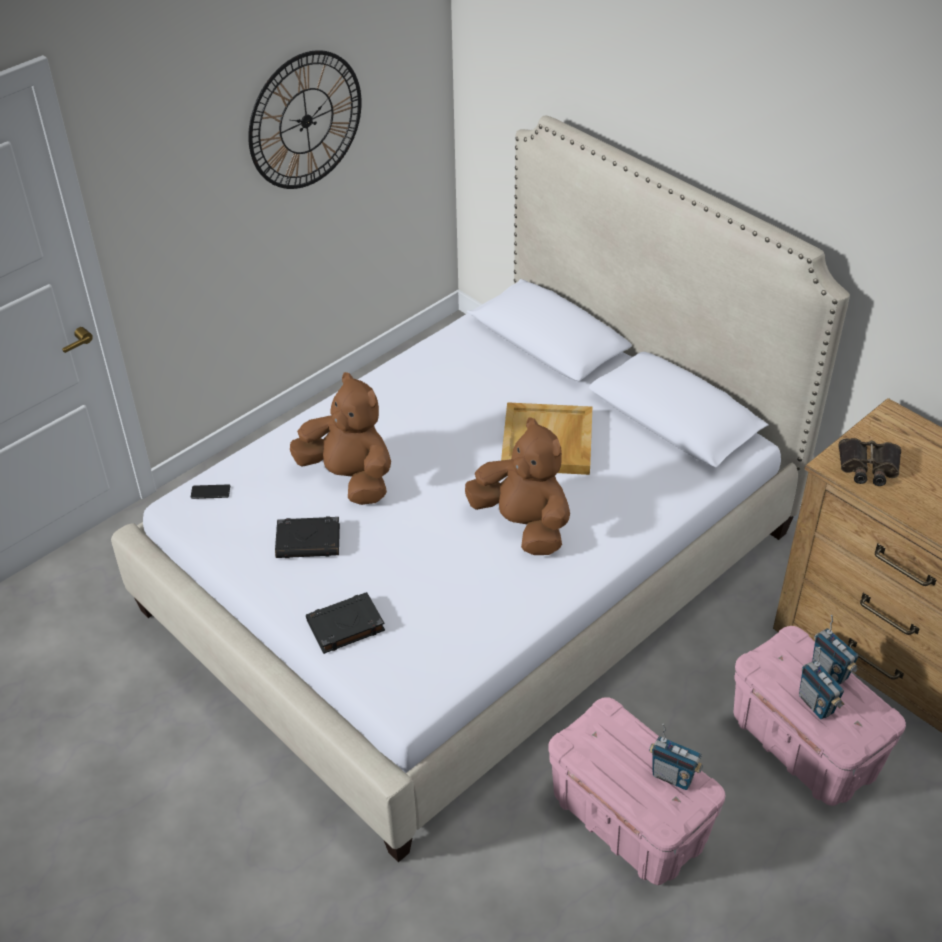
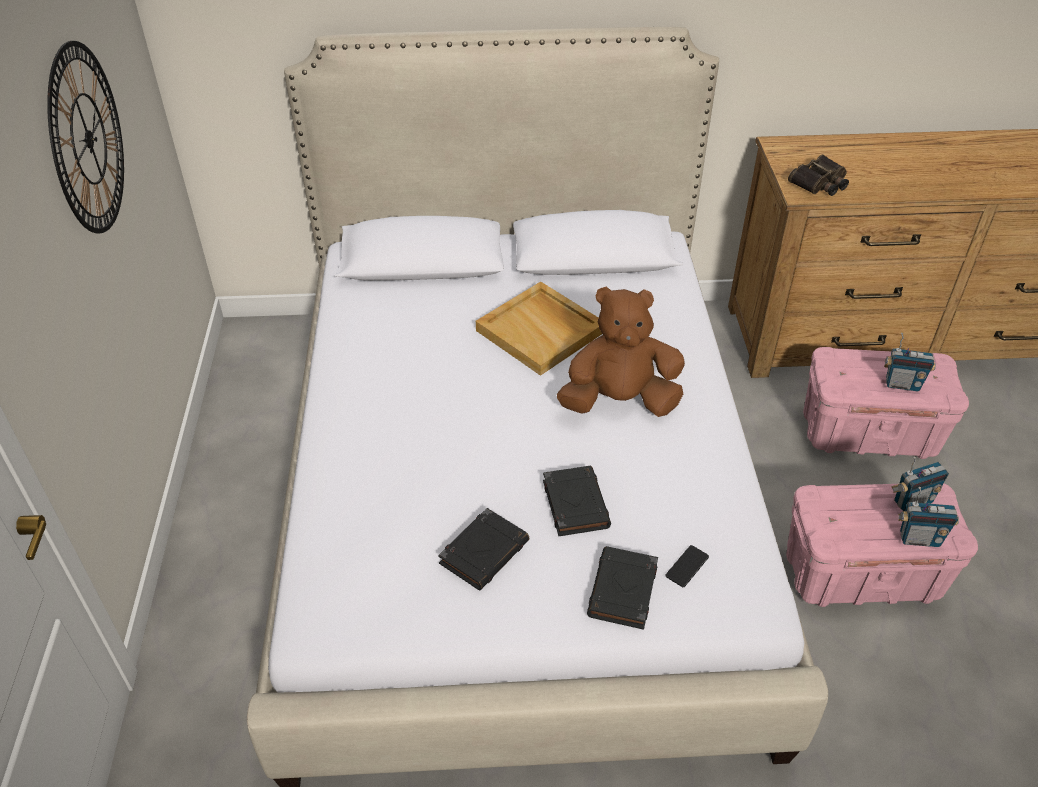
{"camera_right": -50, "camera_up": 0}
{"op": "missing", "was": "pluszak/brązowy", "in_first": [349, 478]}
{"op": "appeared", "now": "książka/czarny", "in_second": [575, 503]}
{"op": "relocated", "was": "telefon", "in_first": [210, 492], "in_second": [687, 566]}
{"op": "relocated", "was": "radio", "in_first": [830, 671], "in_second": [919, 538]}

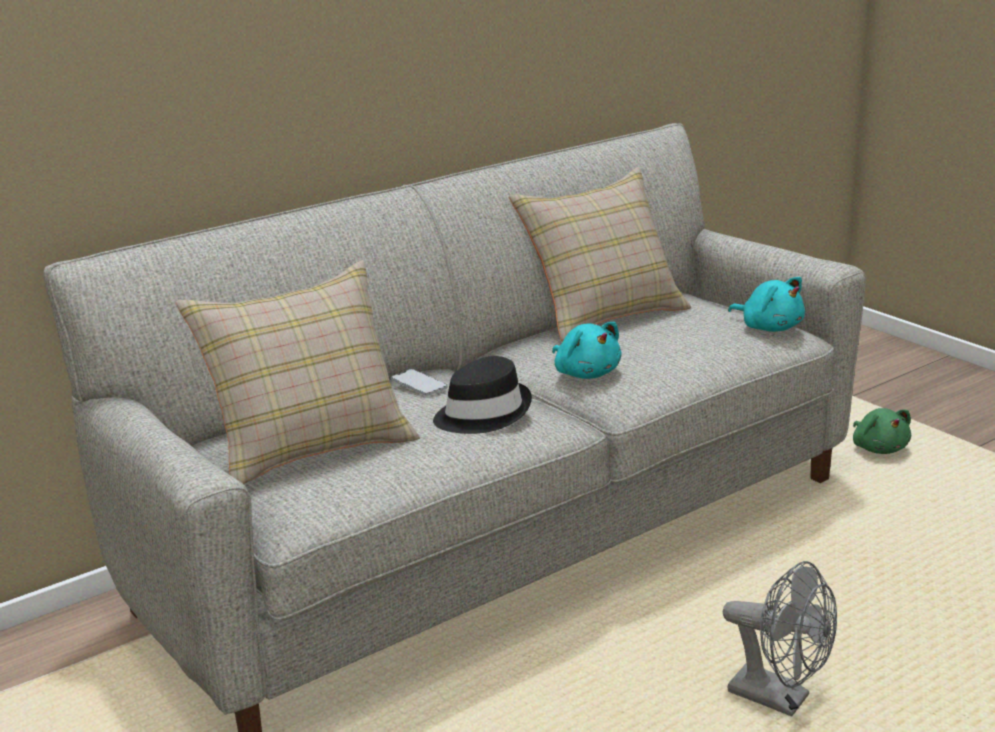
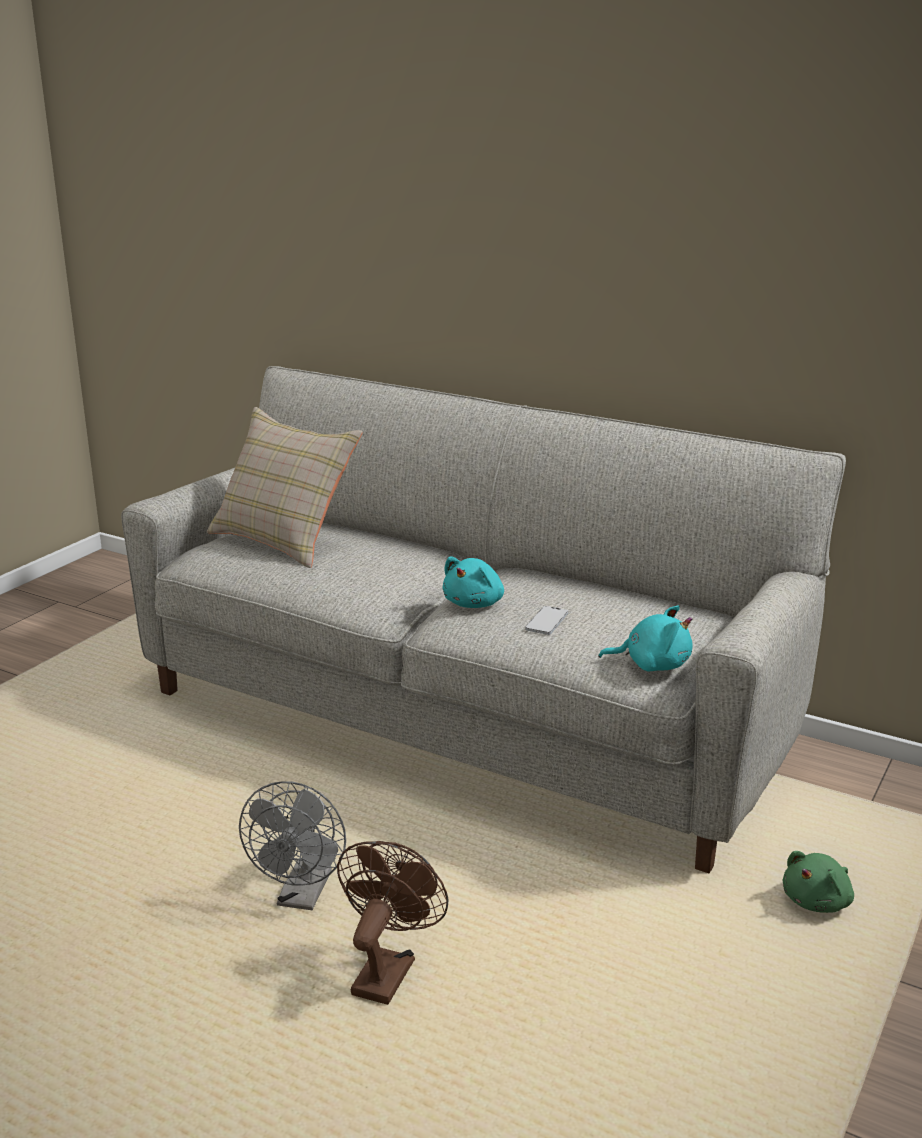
{"camera_right": 65, "camera_up": 0}
{"op": "missing", "was": "kapelusz/czarny", "in_first": [482, 413]}
{"op": "missing", "was": "poduszka/beżowy", "in_first": [603, 314]}
{"op": "appeared", "now": "wentylator/brązowy", "in_second": [387, 969]}
{"op": "relocated", "was": "telefon", "in_first": [419, 384], "in_second": [547, 621]}
{"op": "spun", "was": "pluszak/turkusowy", "in_first": [769, 327], "in_second": [652, 664], "clockwise": -105}

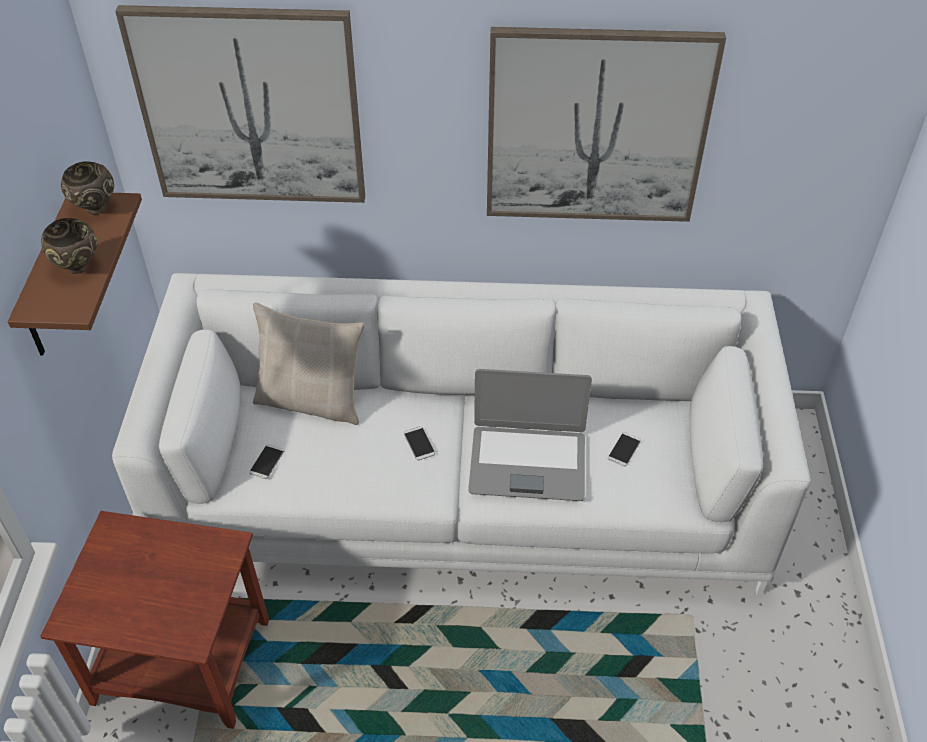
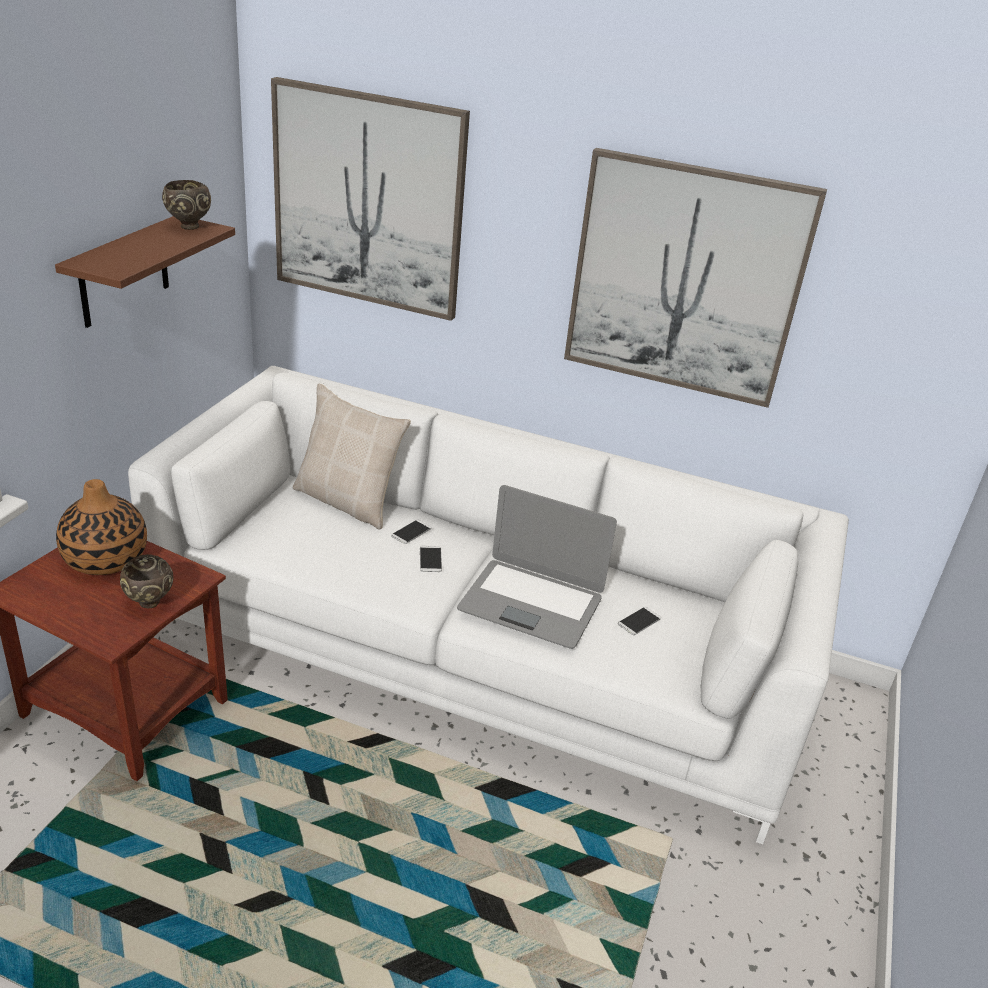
{"camera_right": 15, "camera_up": -15}
{"op": "appeared", "now": "wazon", "in_second": [106, 559]}
{"op": "relocated", "was": "miska/brązowy", "in_first": [78, 268], "in_second": [150, 603]}
{"op": "relocated", "was": "telefon", "in_first": [267, 462], "in_second": [411, 532]}

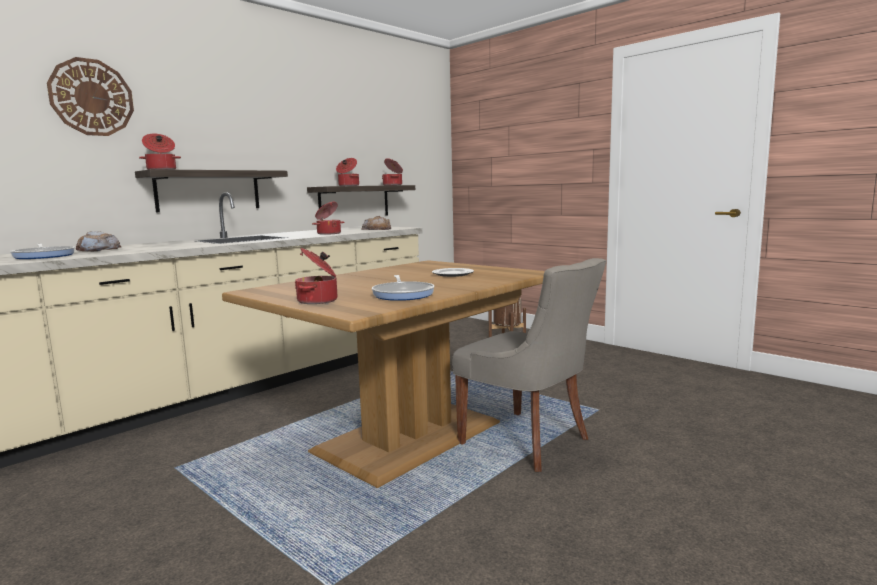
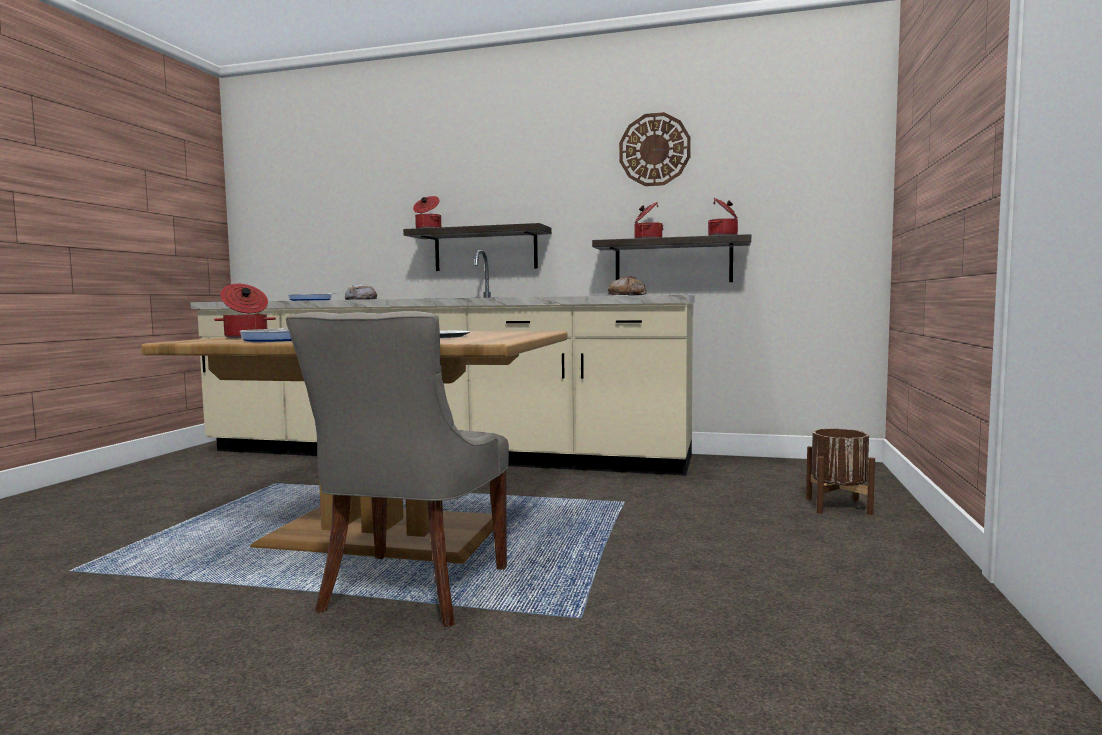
{"camera_right": 60, "camera_up": -5}
{"op": "missing", "was": "garnek", "in_first": [328, 233]}
{"op": "relocated", "was": "zegar ścienny", "in_first": [92, 97], "in_second": [654, 150]}

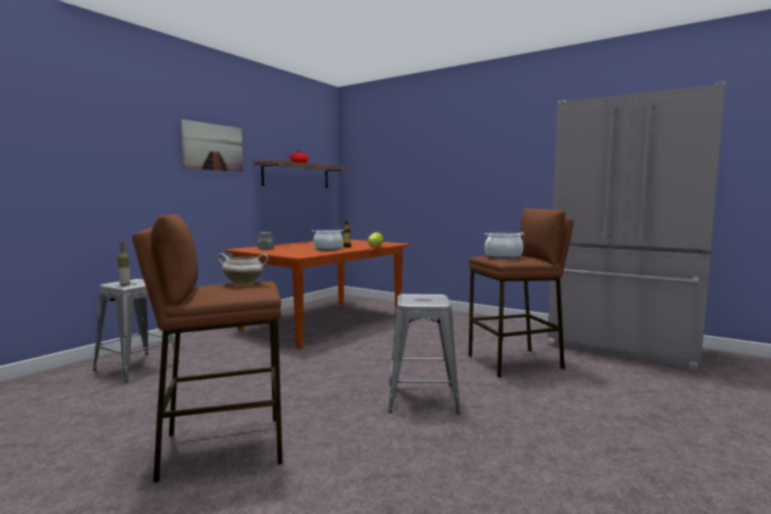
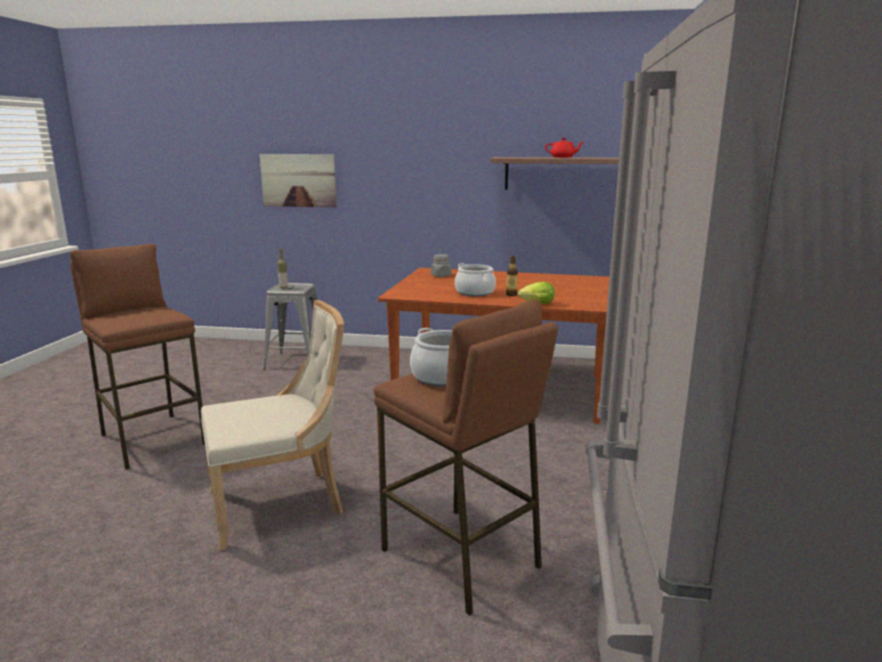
{"camera_right": 65, "camera_up": 10}
{"op": "missing", "was": "garnek/biały", "in_first": [244, 283]}
{"op": "relocated", "was": "obraz", "in_first": [213, 147], "in_second": [298, 180]}
{"op": "exchanged", "was": "stołek/szary", "now": "krzesło/beżowy", "in_first": [422, 398], "in_second": [281, 504]}

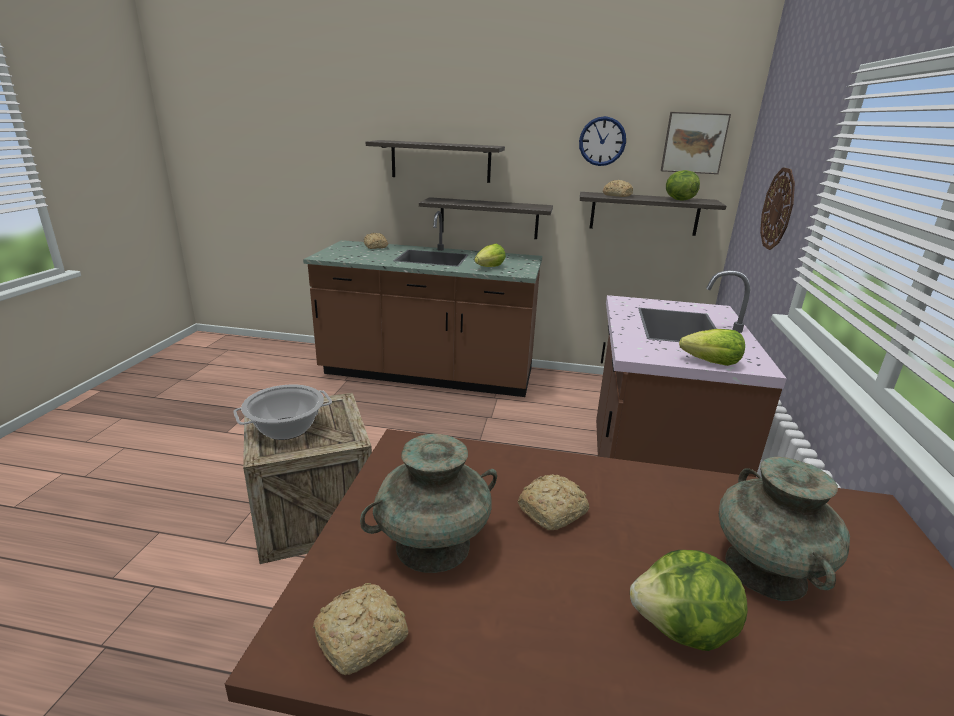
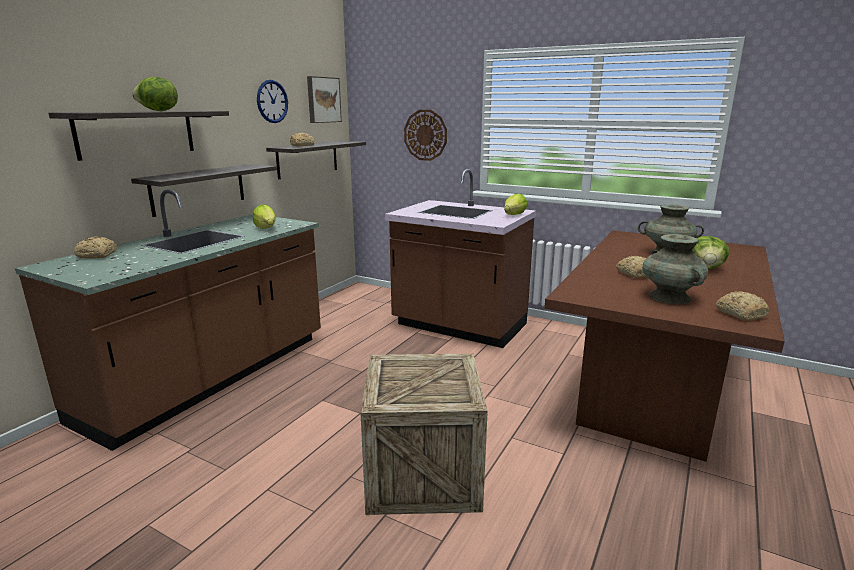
{"camera_right": -70, "camera_up": -5}
{"op": "missing", "was": "garnek", "in_first": [286, 429]}
{"op": "relocated", "was": "sałata", "in_first": [678, 200], "in_second": [158, 111]}

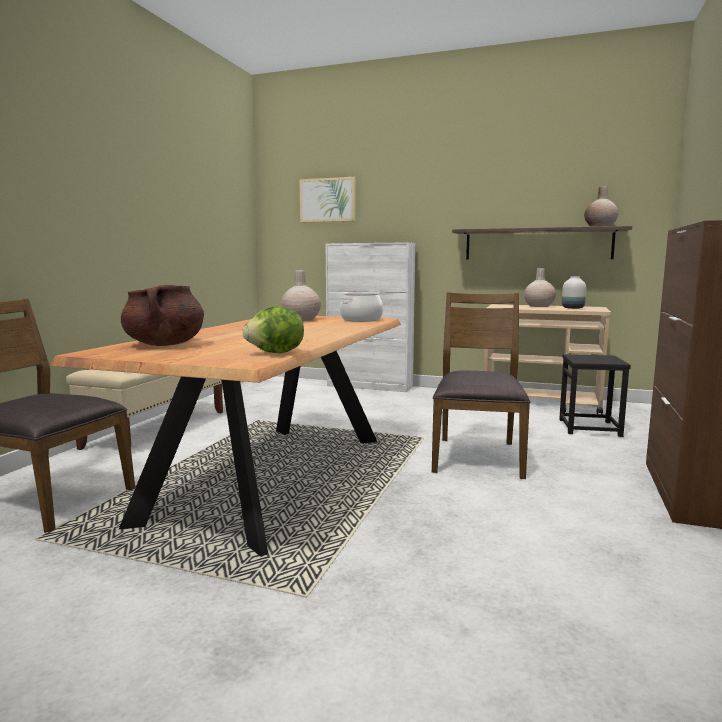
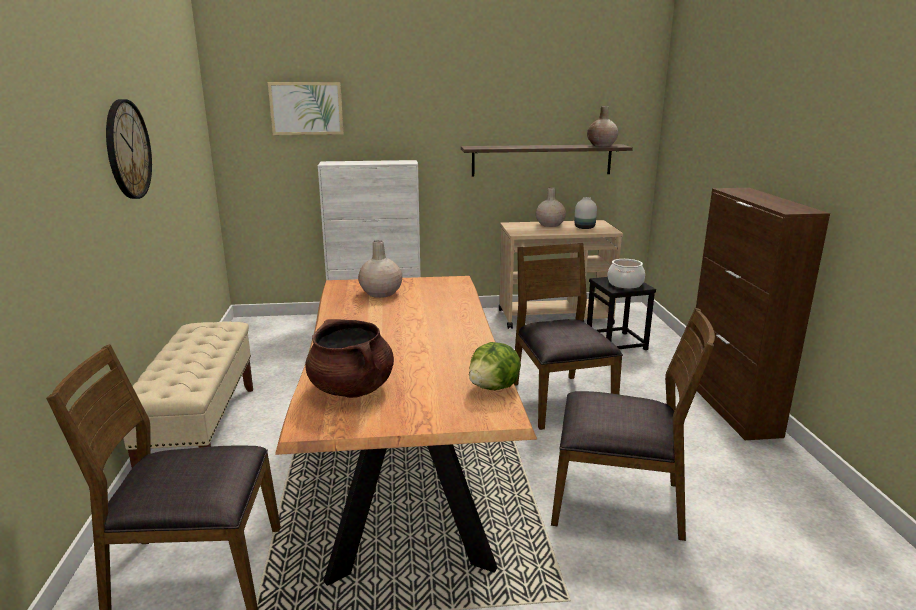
{"camera_right": -25, "camera_up": 10}
{"op": "appeared", "now": "zegar ścienny", "in_second": [127, 149]}
{"op": "appeared", "now": "krzesło/brązowy", "in_second": [618, 501]}
{"op": "relocated", "was": "garnek", "in_first": [361, 319], "in_second": [625, 284]}

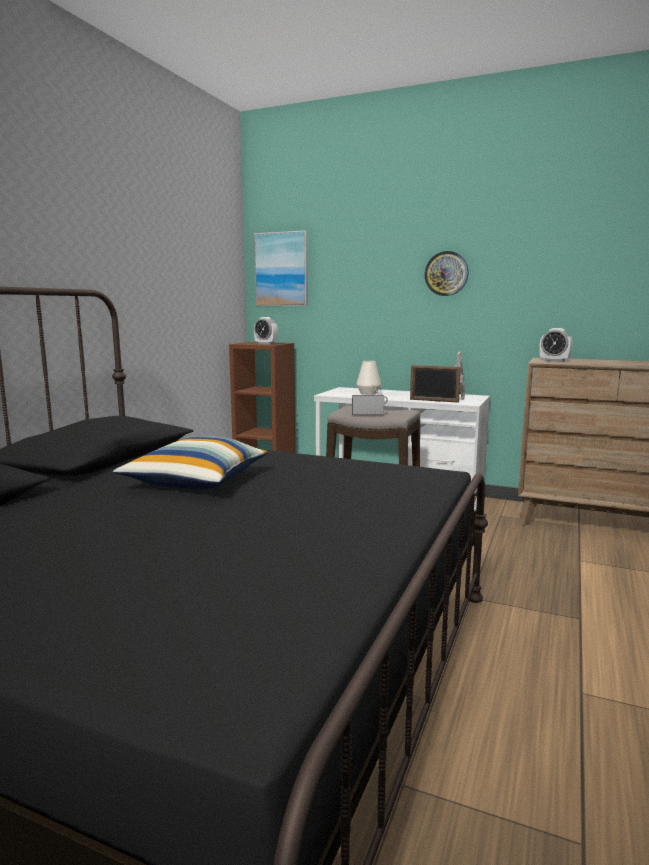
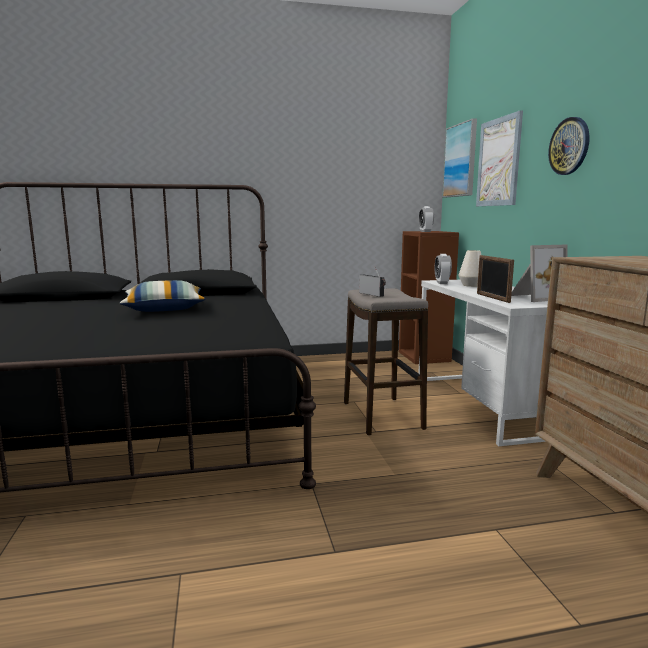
{"camera_right": 55, "camera_up": 0}
{"op": "appeared", "now": "obraz", "in_second": [498, 162]}
{"op": "relocated", "was": "budzik", "in_first": [554, 361], "in_second": [442, 283]}

